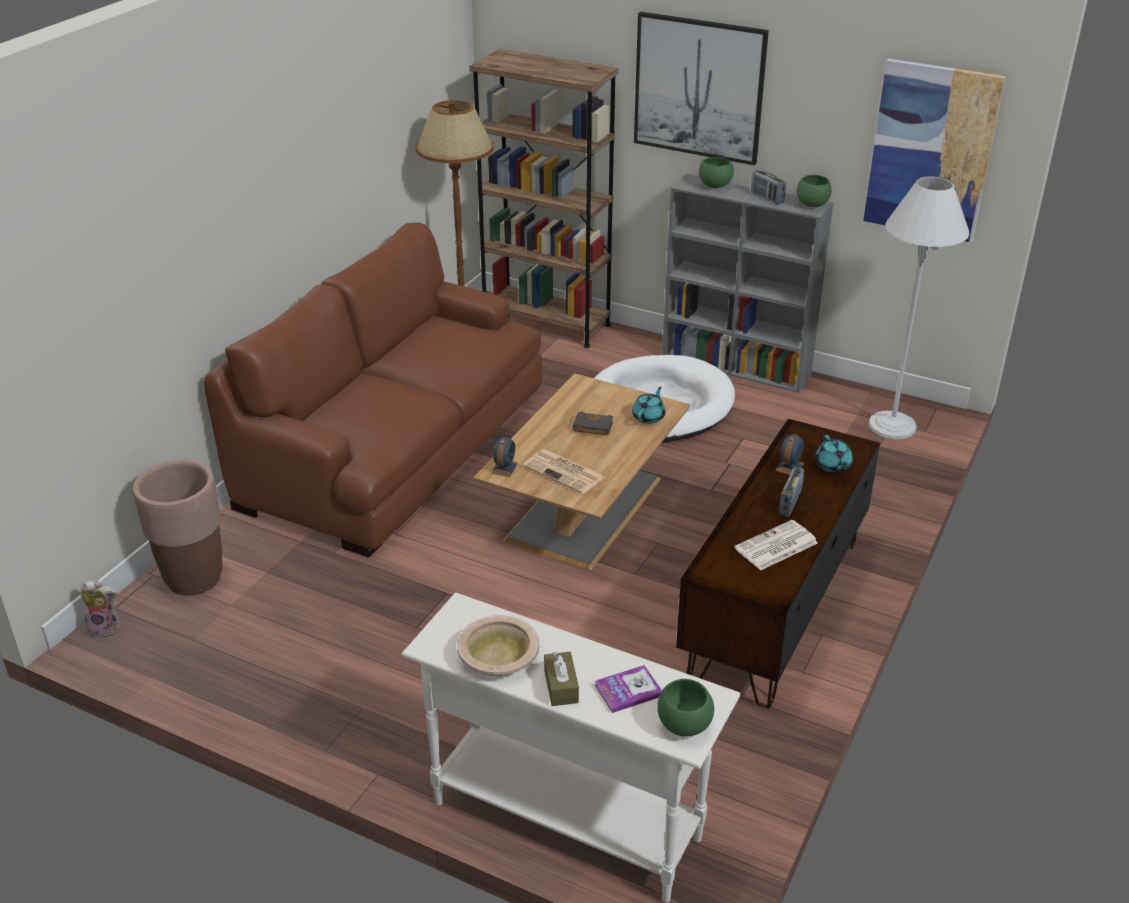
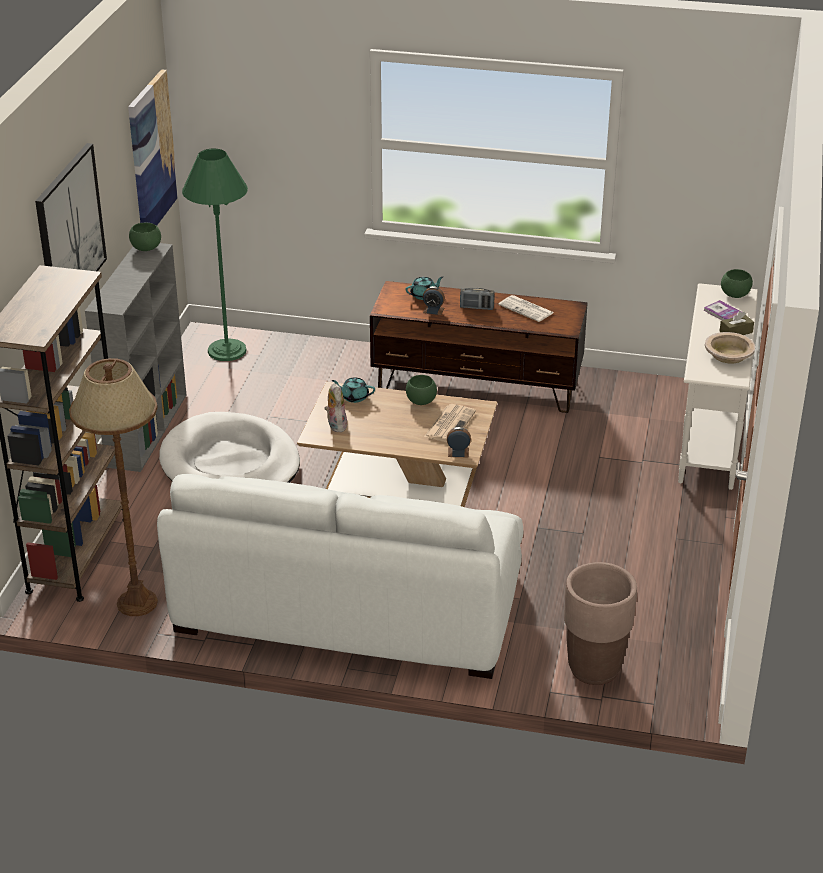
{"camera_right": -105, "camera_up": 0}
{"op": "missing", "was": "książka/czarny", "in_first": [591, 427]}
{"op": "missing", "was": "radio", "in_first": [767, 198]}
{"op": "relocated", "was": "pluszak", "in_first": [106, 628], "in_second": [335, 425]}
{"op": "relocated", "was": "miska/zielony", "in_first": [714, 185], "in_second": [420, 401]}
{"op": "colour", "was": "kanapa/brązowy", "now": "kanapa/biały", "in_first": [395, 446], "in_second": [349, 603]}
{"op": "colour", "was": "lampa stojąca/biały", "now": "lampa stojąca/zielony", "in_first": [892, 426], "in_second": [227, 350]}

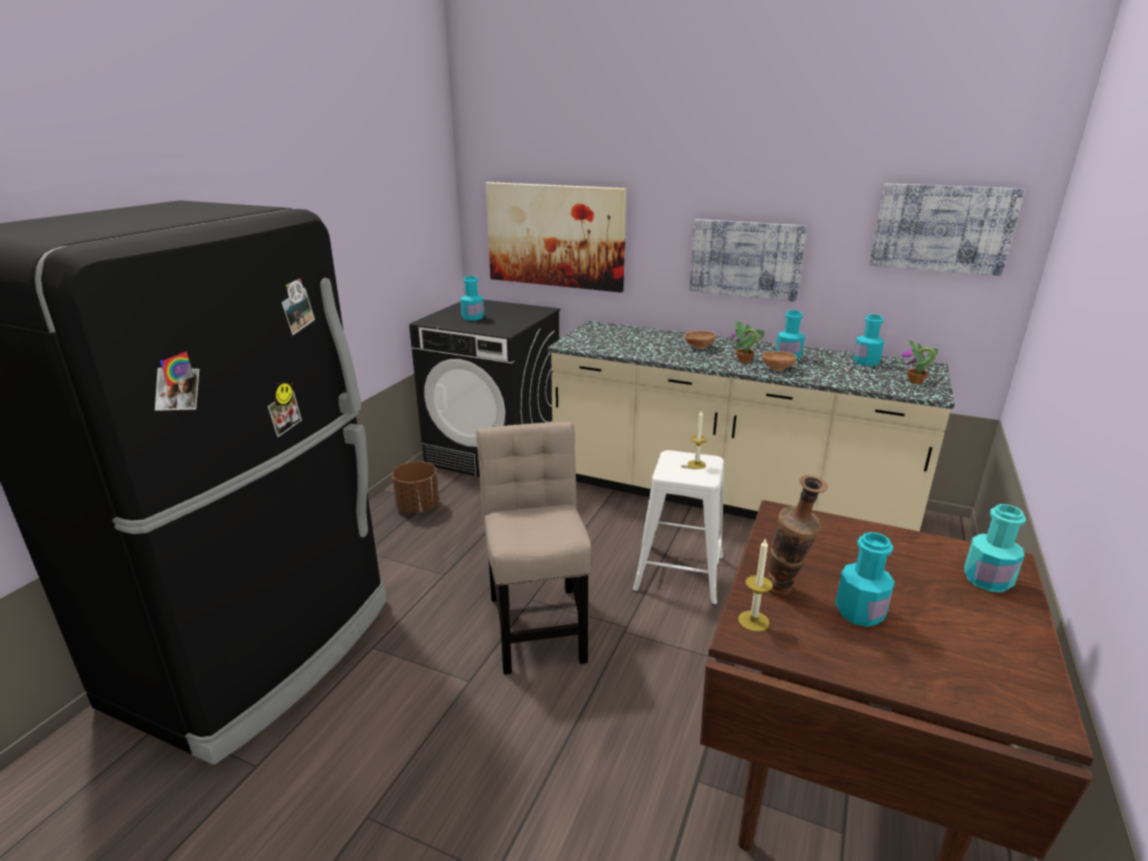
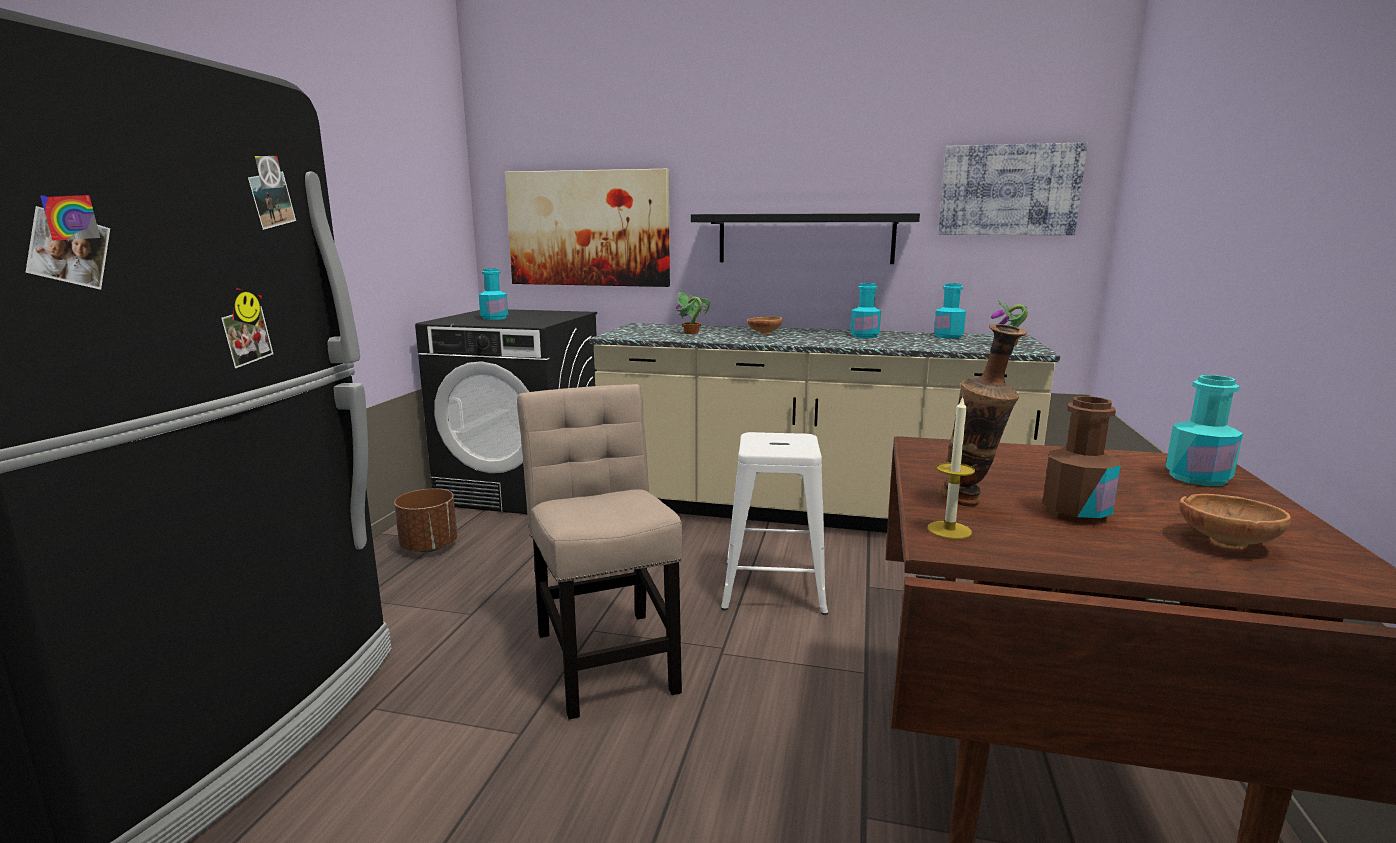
{"camera_right": -10, "camera_up": -10}
{"op": "missing", "was": "świeca", "in_first": [696, 464]}
{"op": "relocated", "was": "roślina doniczkowa", "in_first": [744, 360], "in_second": [691, 333]}
{"op": "relocated", "was": "miska/brązowy", "in_first": [778, 368], "in_second": [1226, 541]}
{"op": "exchanged", "was": "obraz", "now": "półka/czarny", "in_first": [745, 259], "in_second": [805, 239]}
{"op": "colour", "was": "butelka/turkusowy", "now": "butelka/brązowy", "in_first": [859, 612], "in_second": [1075, 513]}

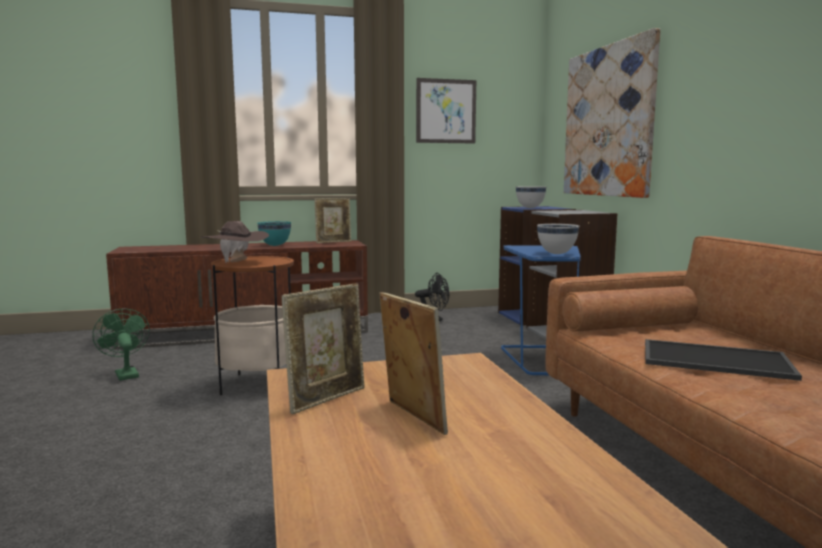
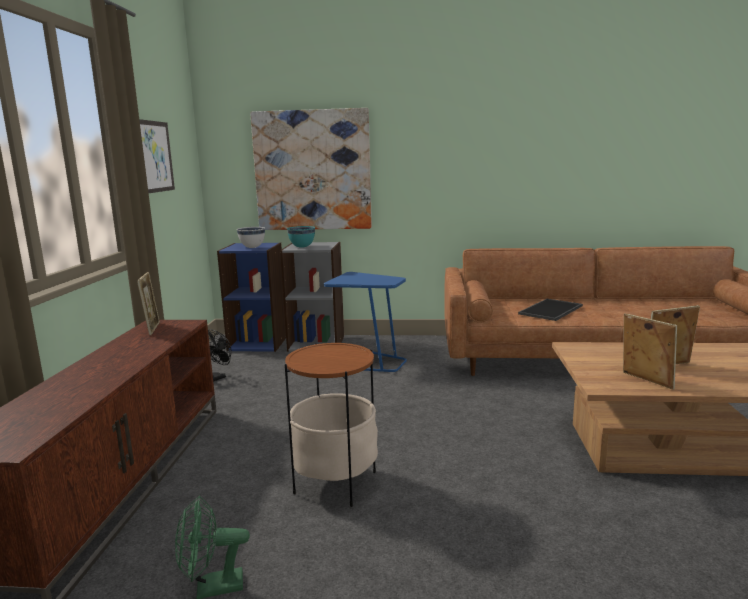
{"camera_right": -70, "camera_up": 5}
{"op": "missing", "was": "kapelusz/brązowy", "in_first": [236, 263]}
{"op": "missing", "was": "miska/biały", "in_first": [556, 254]}
{"op": "relocated", "was": "miska/turkusowy", "in_first": [275, 245], "in_second": [302, 247]}

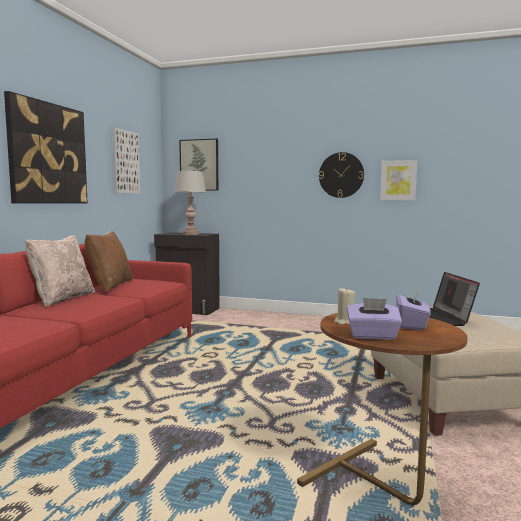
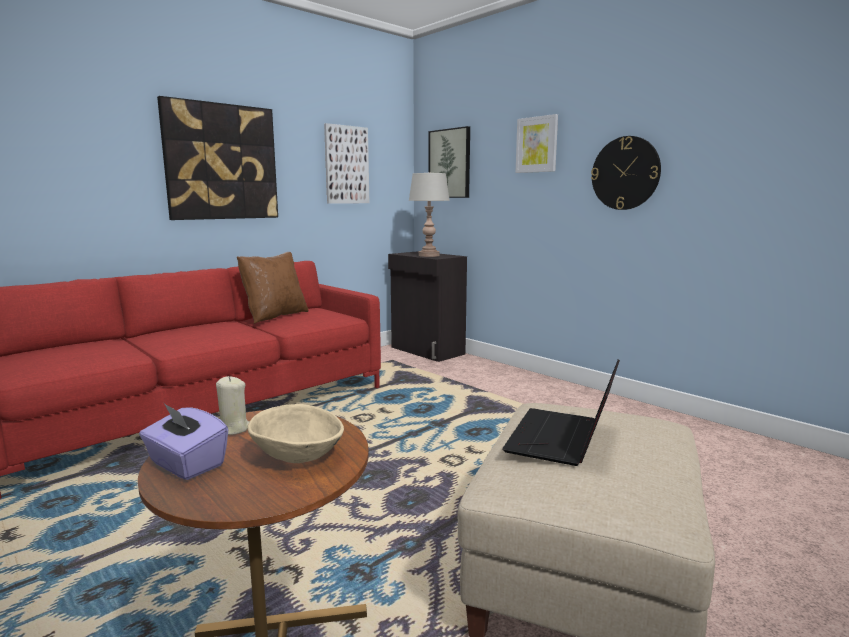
{"camera_right": 30, "camera_up": 5}
{"op": "missing", "was": "poduszka/beżowy", "in_first": [62, 299]}
{"op": "relocated", "was": "obraz", "in_first": [398, 180], "in_second": [537, 144]}
{"op": "exchanged", "was": "pudełko chusteczek/fioletowy", "now": "miska/beżowy", "in_first": [411, 325], "in_second": [298, 457]}

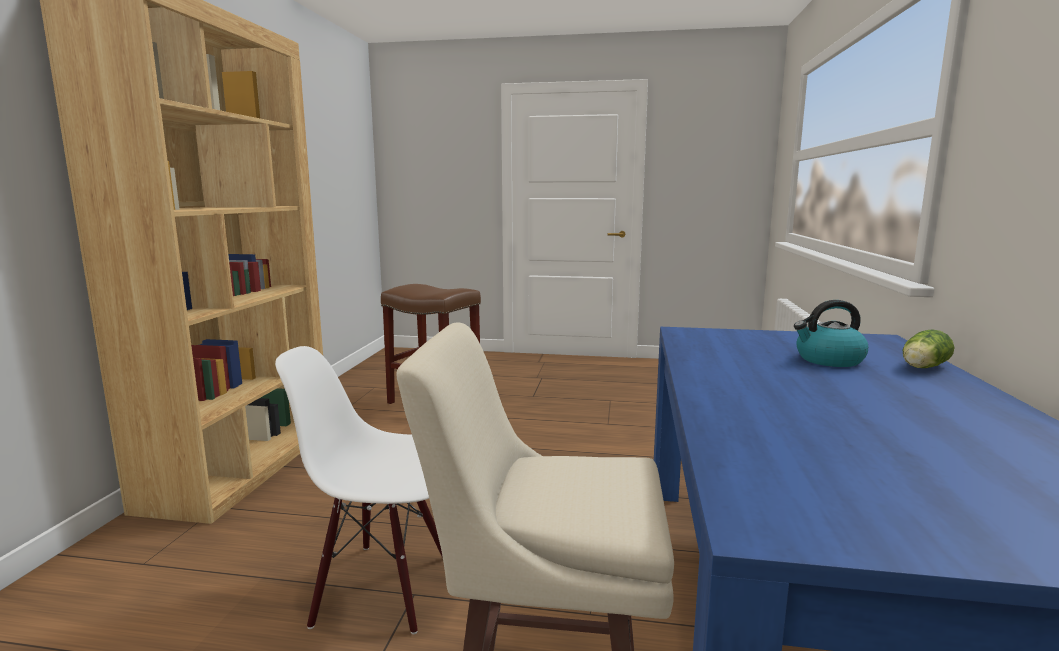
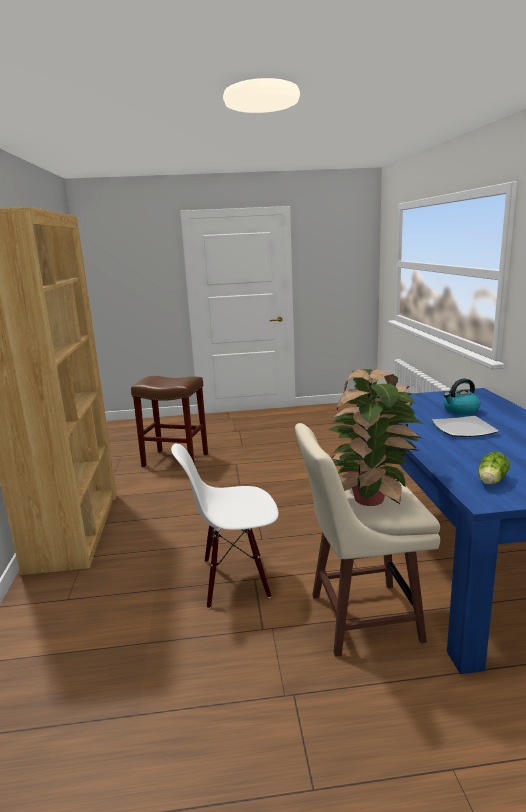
{"camera_right": -15, "camera_up": 5}
{"op": "appeared", "now": "roślina doniczkowa", "in_second": [371, 498]}
{"op": "appeared", "now": "talerz", "in_second": [463, 429]}
{"op": "relocated", "was": "sałata", "in_first": [922, 367], "in_second": [491, 481]}

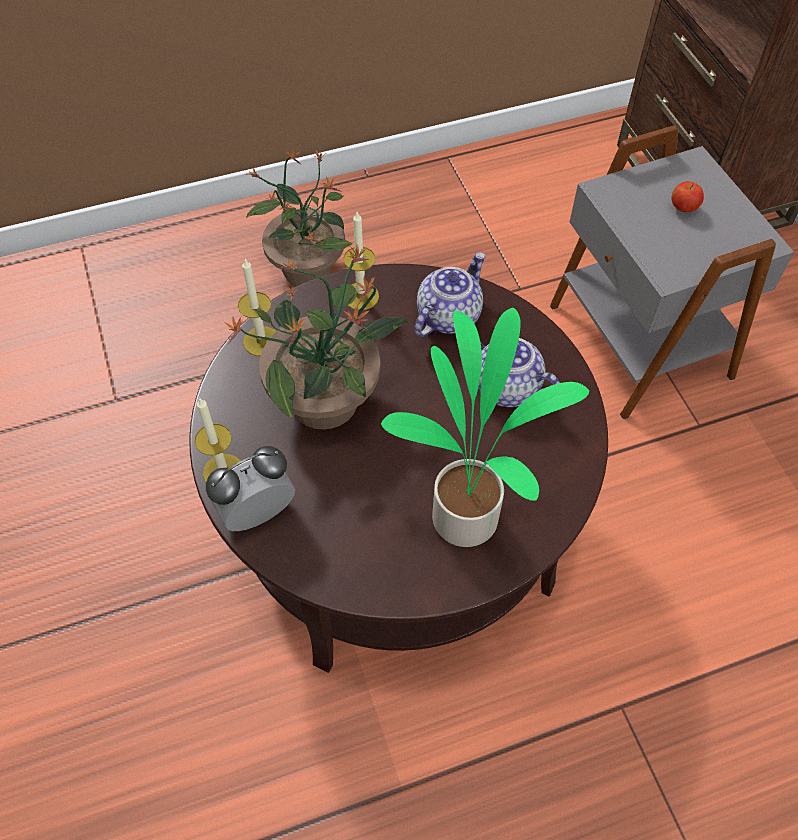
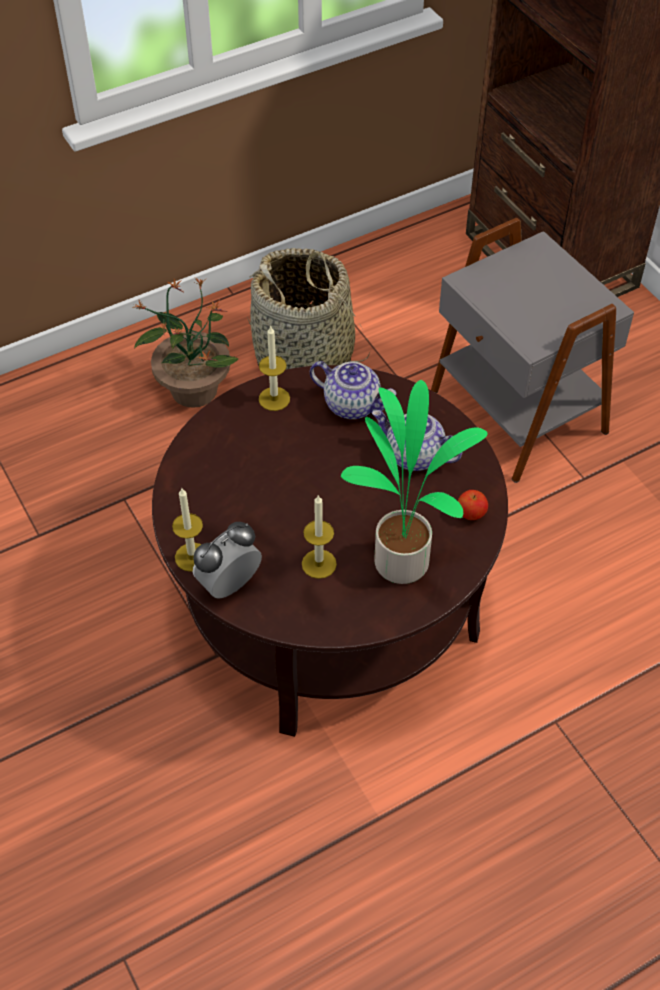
{"camera_right": -10, "camera_up": -5}
{"op": "missing", "was": "roślina doniczkowa", "in_first": [327, 400]}
{"op": "appeared", "now": "koszyk", "in_second": [304, 356]}
{"op": "relocated", "was": "świeca", "in_first": [261, 341], "in_second": [319, 564]}
{"op": "relocated", "was": "jabłko", "in_first": [683, 208], "in_second": [471, 514]}
{"op": "spun", "was": "imbryk", "in_first": [448, 316], "in_second": [353, 405], "clockwise": 90}

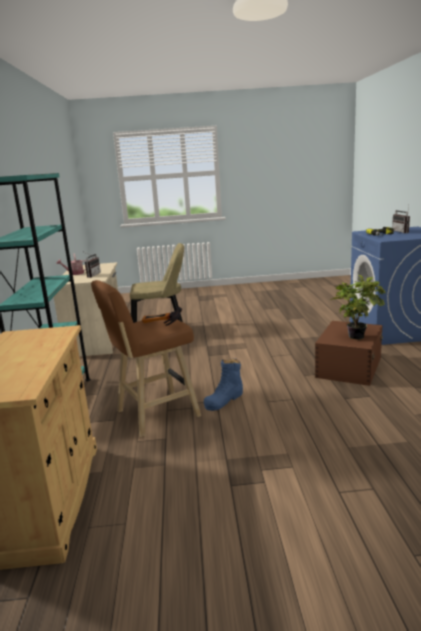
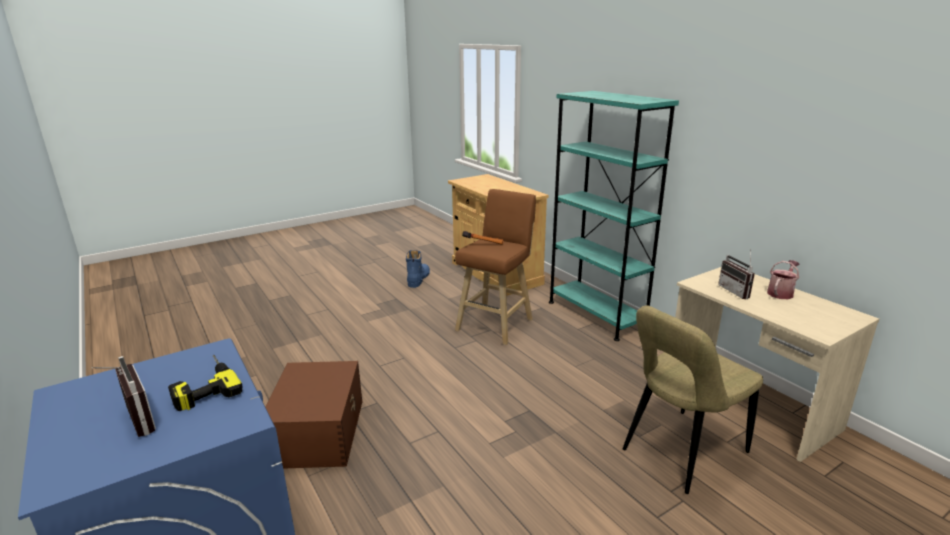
{"camera_right": 150, "camera_up": 5}
{"op": "missing", "was": "roślina doniczkowa", "in_first": [357, 336]}
{"op": "relocated", "was": "but z cholewką/niebieski", "in_first": [224, 400], "in_second": [418, 279]}

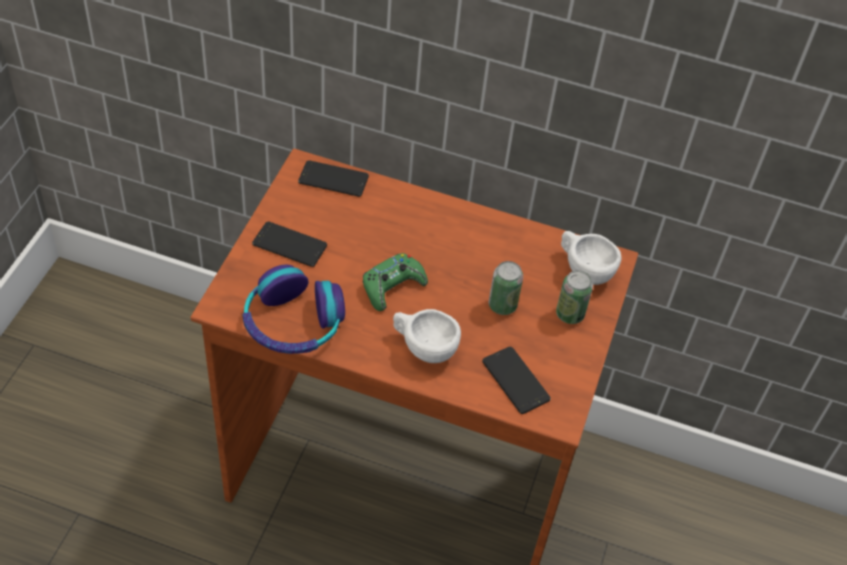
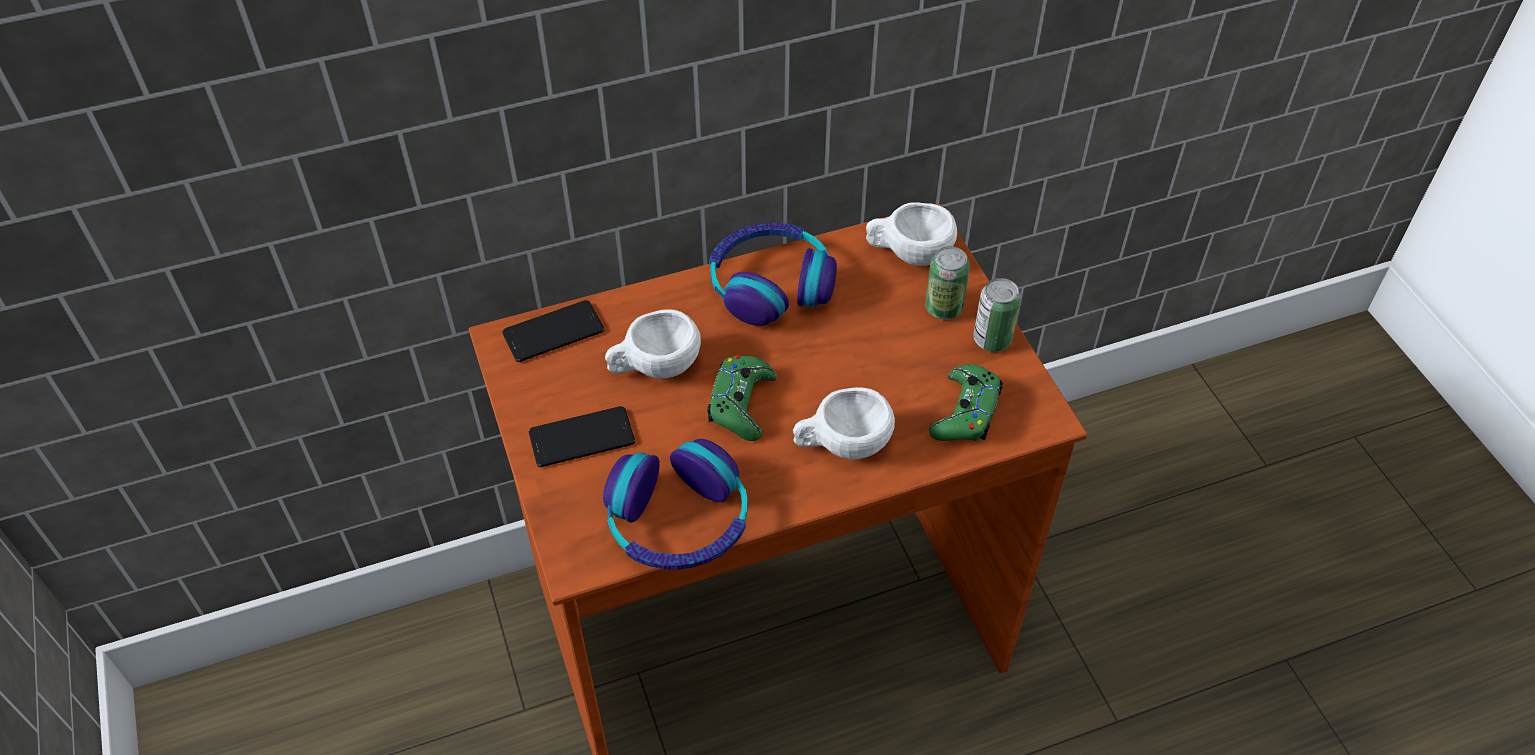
{"camera_right": -35, "camera_up": 0}
{"op": "appeared", "now": "filiżanka/biały", "in_second": [654, 367]}
{"op": "appeared", "now": "słuchawki", "in_second": [771, 284]}
{"op": "relocated", "was": "puszka", "in_first": [502, 305], "in_second": [992, 339]}
{"op": "exchanged", "was": "telefon", "now": "pad do gier/zielony", "in_first": [515, 380], "in_second": [965, 412]}

